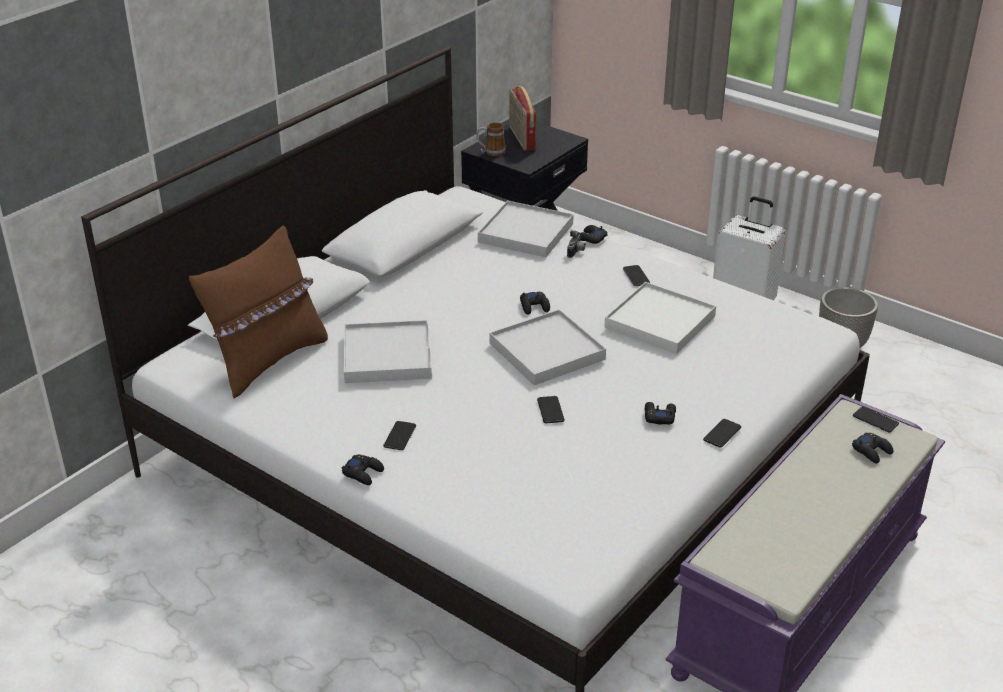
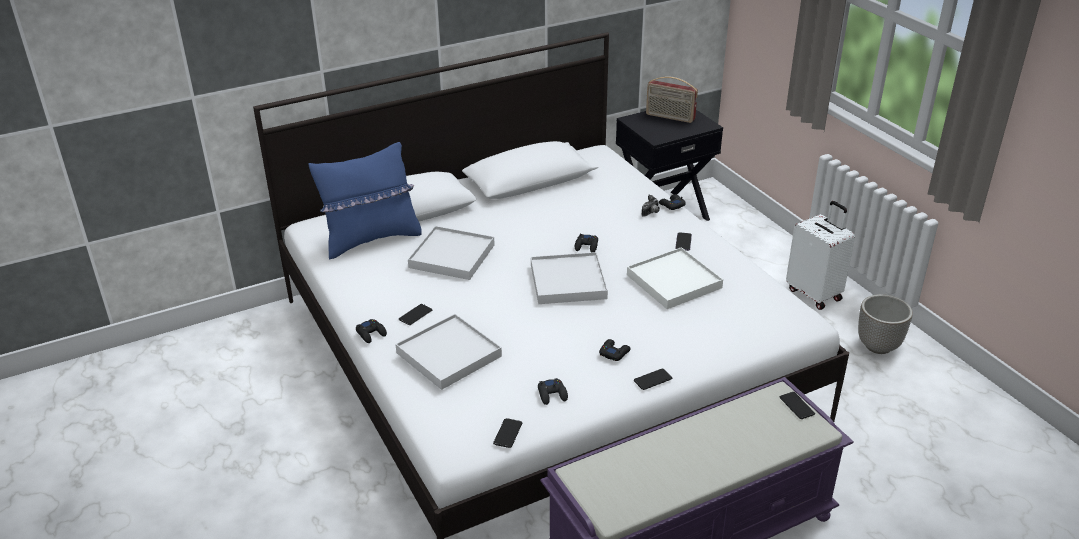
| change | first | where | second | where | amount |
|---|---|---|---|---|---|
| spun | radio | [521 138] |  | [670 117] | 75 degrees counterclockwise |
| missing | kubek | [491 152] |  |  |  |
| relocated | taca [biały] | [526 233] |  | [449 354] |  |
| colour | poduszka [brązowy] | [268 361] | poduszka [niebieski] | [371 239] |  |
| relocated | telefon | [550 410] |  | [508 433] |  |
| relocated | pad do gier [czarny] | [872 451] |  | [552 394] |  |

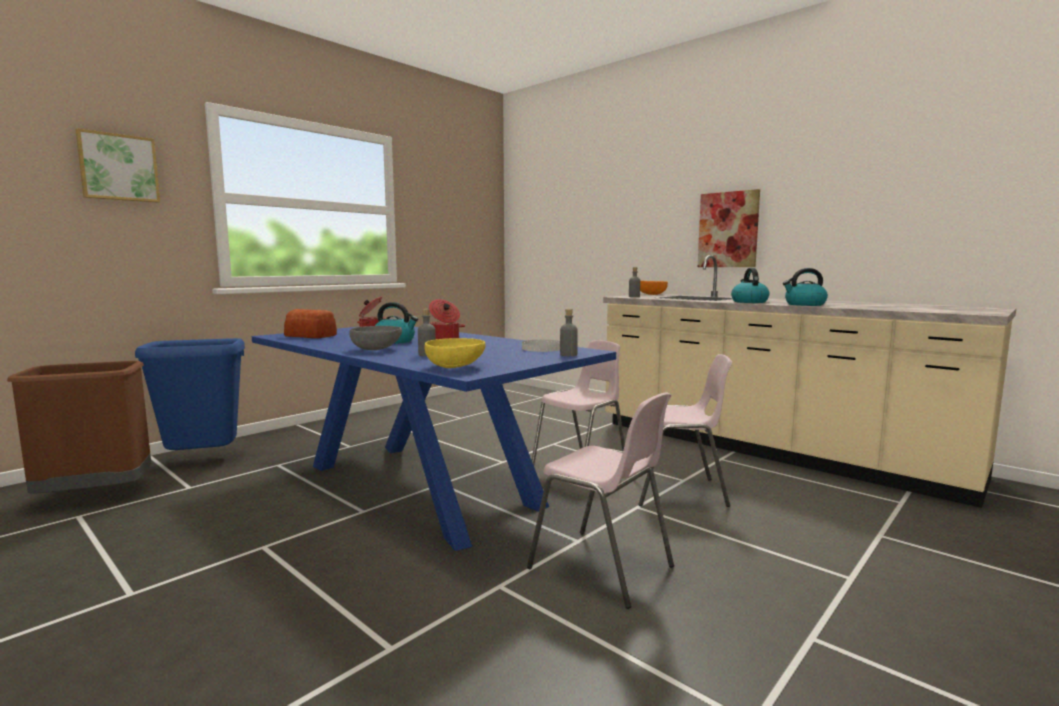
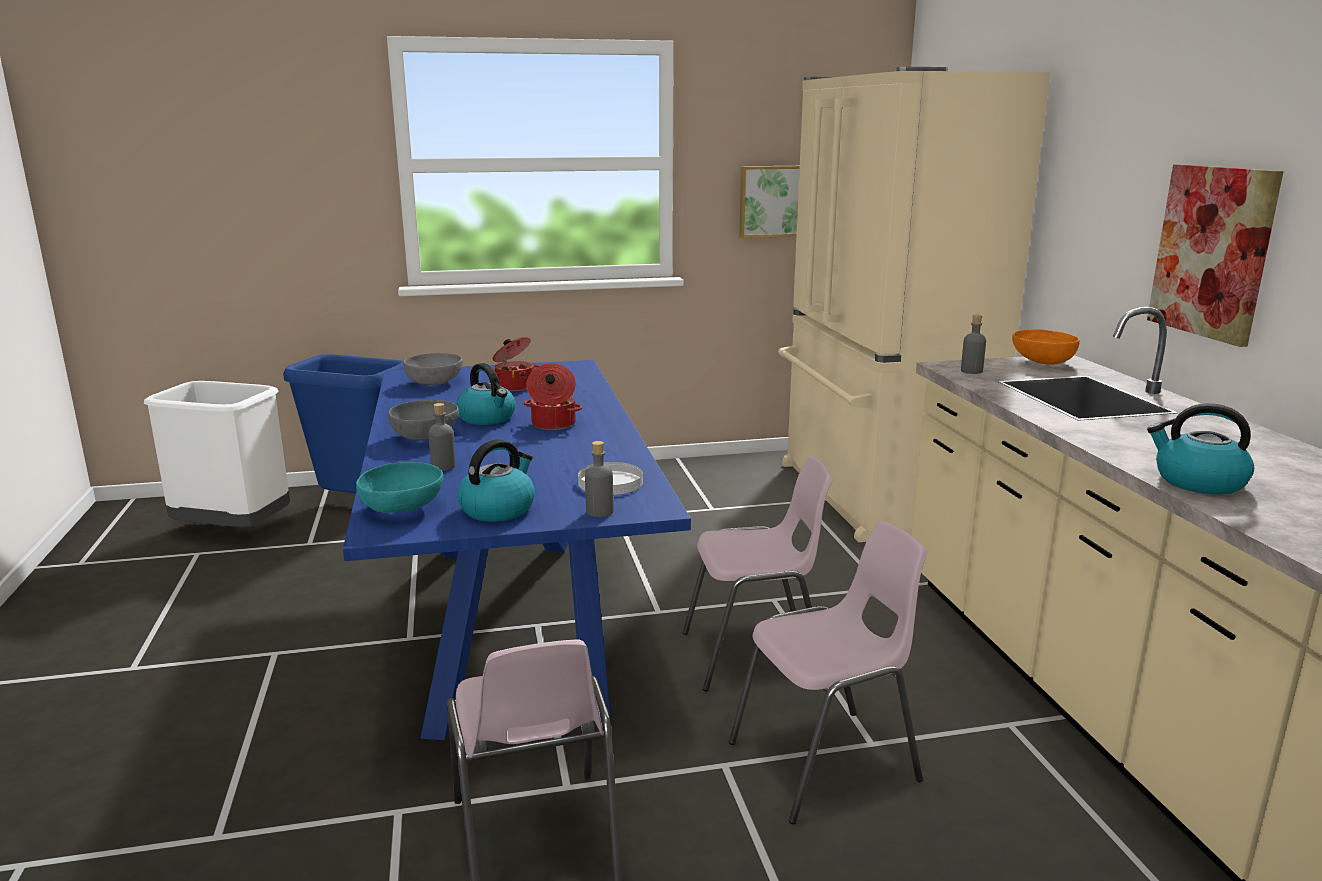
| change | first | where | second | where | amount |
|---|---|---|---|---|---|
| relocated | obraz | [118 167] |  | [773 201] |  |
| relocated | czajnik | [749 302] |  | [498 509] |  |
| exchanged | chleb | [310 336] | miska [szary] | [435 383] |  |
| colour | miska [żółty] | [456 367] | miska [turkusowy] | [403 509] |  |
| spun | krzesło [różowy] | [678 492] |  | [826 763] | 60 degrees counterclockwise |
| colour | kosz na śmieci [brązowy] | [96 496] | kosz na śmieci [biały] | [234 530] |  |
| appeared |  |  | lodówka [beżowy] | [873 496] |  |

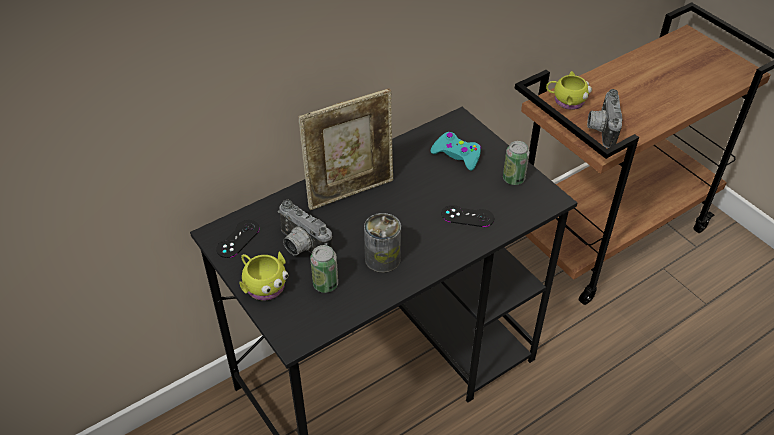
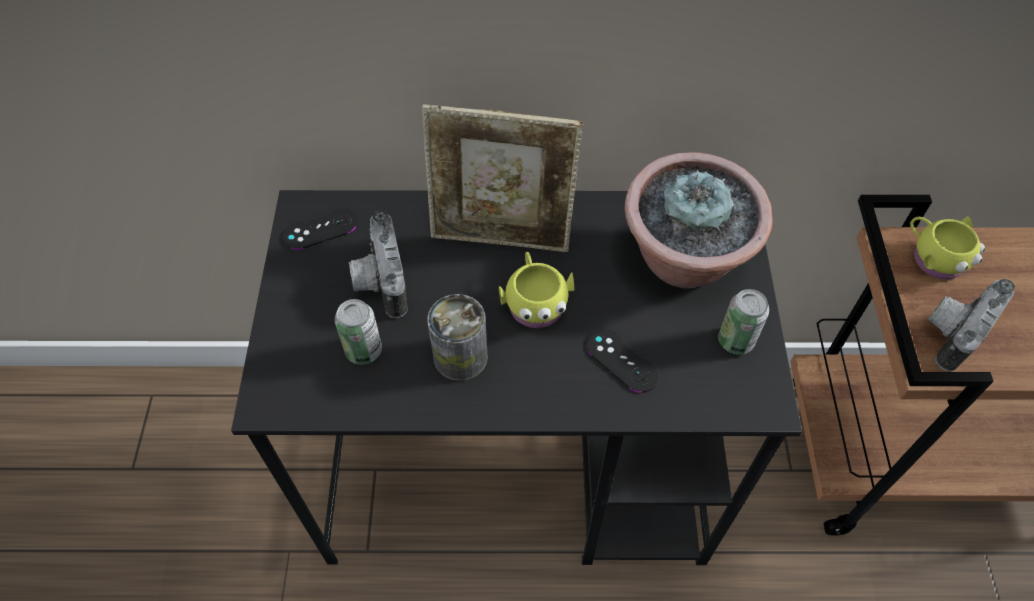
| change | first | where | second | where | amount |
|---|---|---|---|---|---|
| exchanged | pad do gier [turkusowy] | [457 155] | roślina doniczkowa | [684 261] |  |
| relocated | kubek [żółty] | [263 284] |  | [535 302] |  |

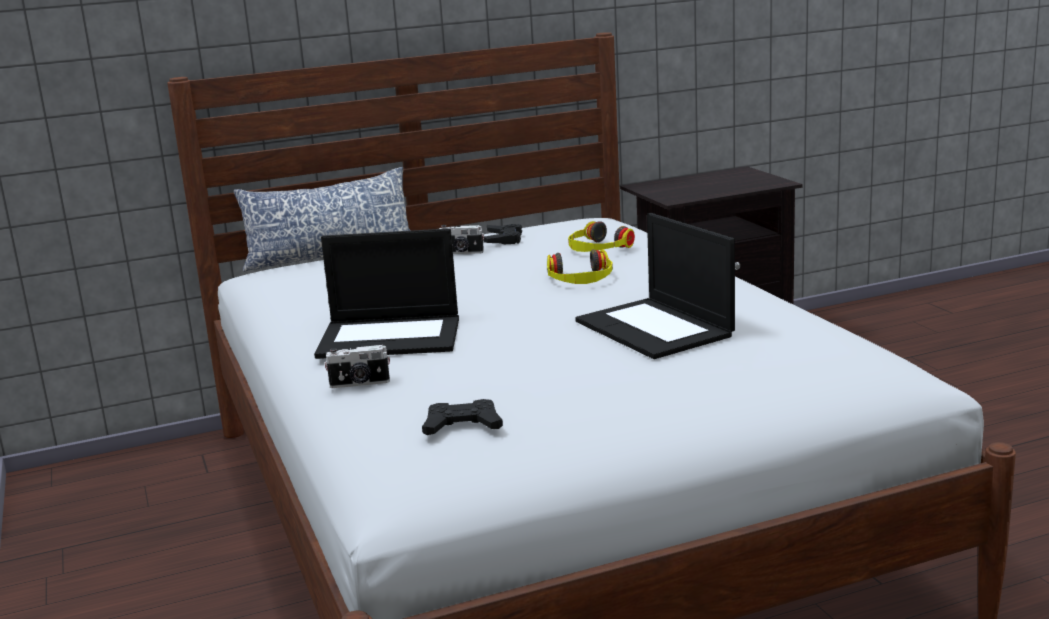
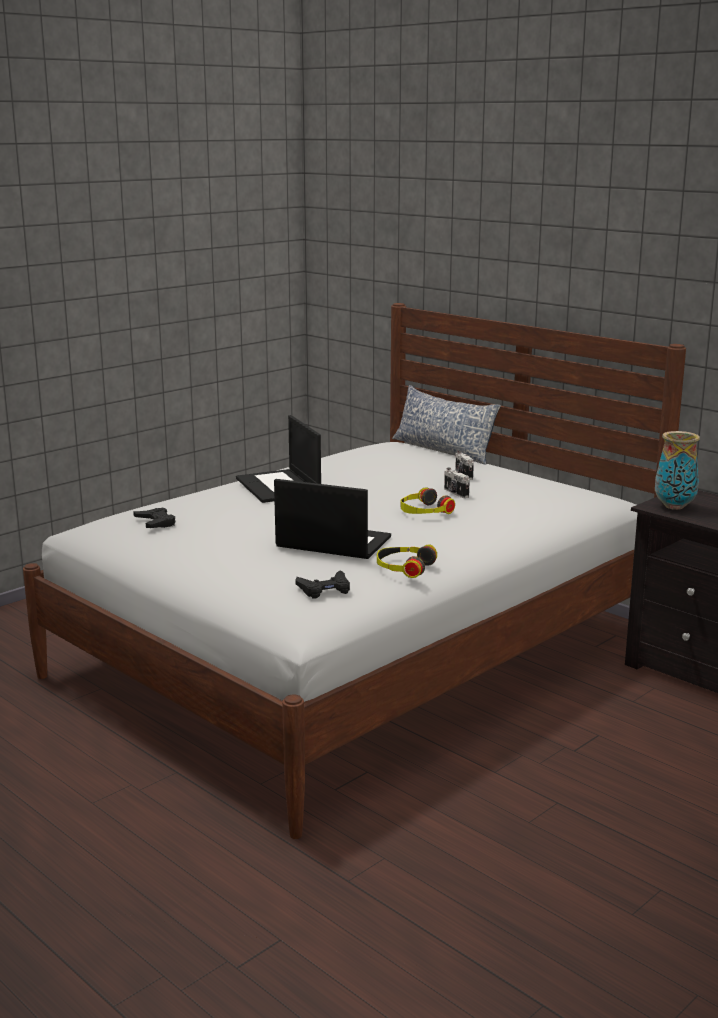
| change | first | where | second | where | amount |
|---|---|---|---|---|---|
| spun | laptop | [656 328] |  | [331 542] | 75 degrees clockwise |
| relocated | słuchawki | [598 249] |  | [404 567] |  |
| relocated | pad do gier [czarny] | [503 239] |  | [324 589] |  |
| relocated | aparat fotograficzny | [359 384] |  | [455 493] |  |
| appeared |  |  | wazon | [674 506] |  |

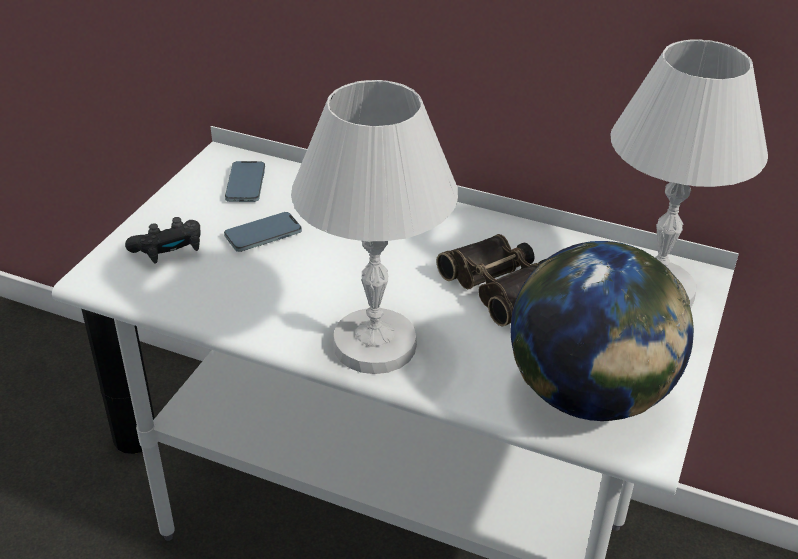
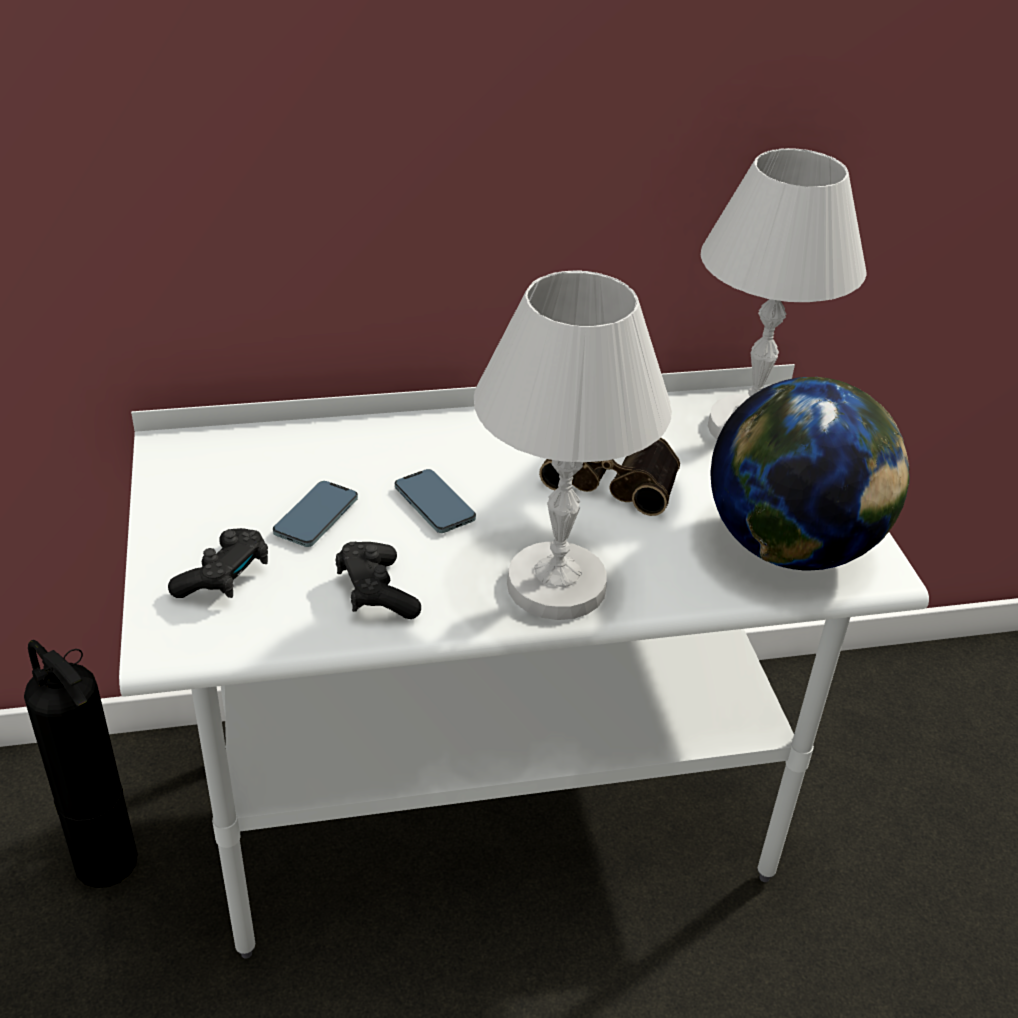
| change | first | where | second | where | amount |
|---|---|---|---|---|---|
| relocated | telefon | [245 185] |  | [434 505] |  |
| appeared |  |  | pad do gier [czarny] | [376 593] |  |

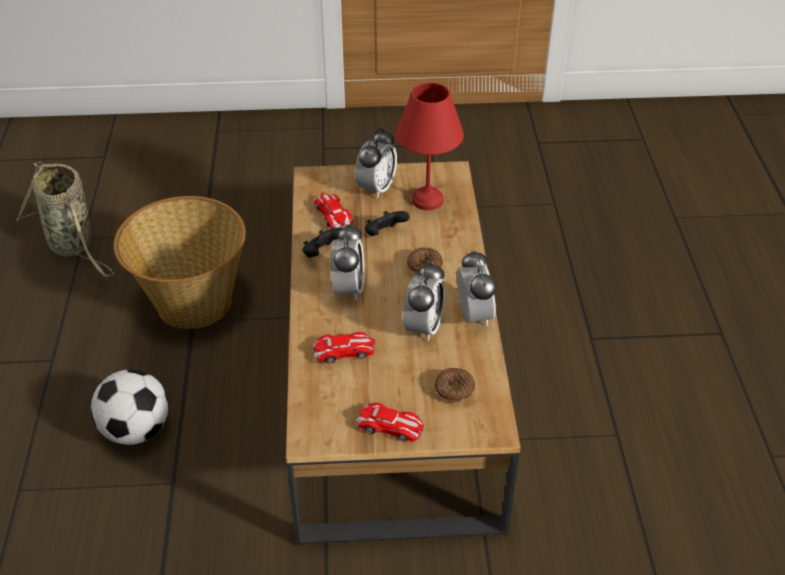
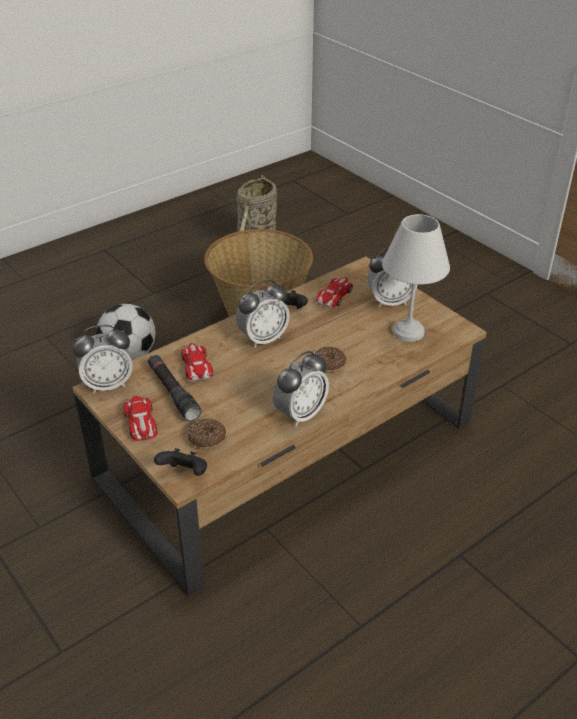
| change | first | where | second | where | amount |
|---|---|---|---|---|---|
| colour | lampa stołowa [czerwony] | [425 200] | lampa stołowa [biały] | [407 331] |  |
| relocated | pad do gier [czarny] | [384 234] |  | [185 474] |  |
| relocated | budzik | [423 327] |  | [108 384] |  |
| spun | samochodzik | [344 351] |  | [196 366] | 150 degrees counterclockwise |
| appeared |  |  | latarka [czarny] | [173 392] |  |

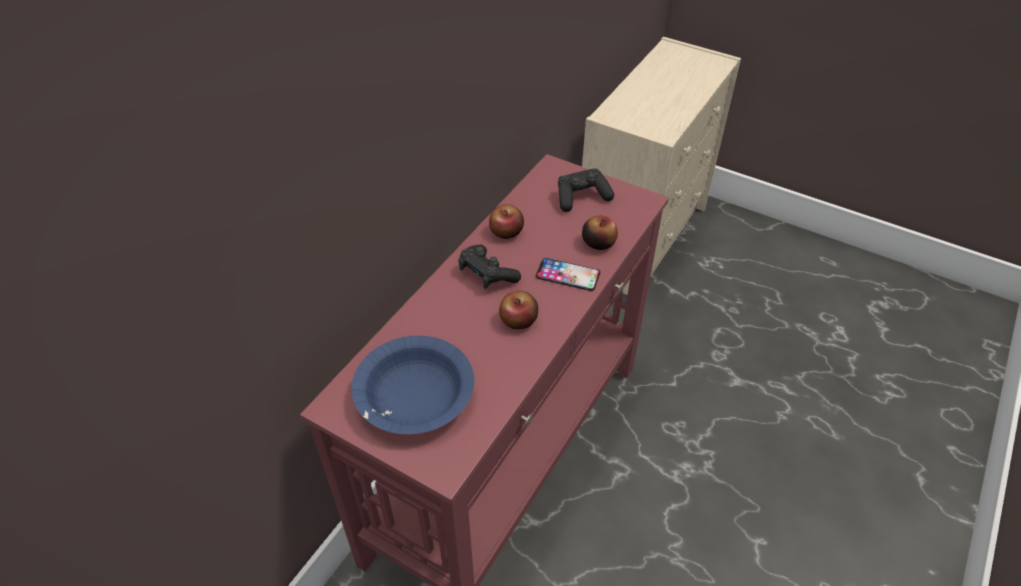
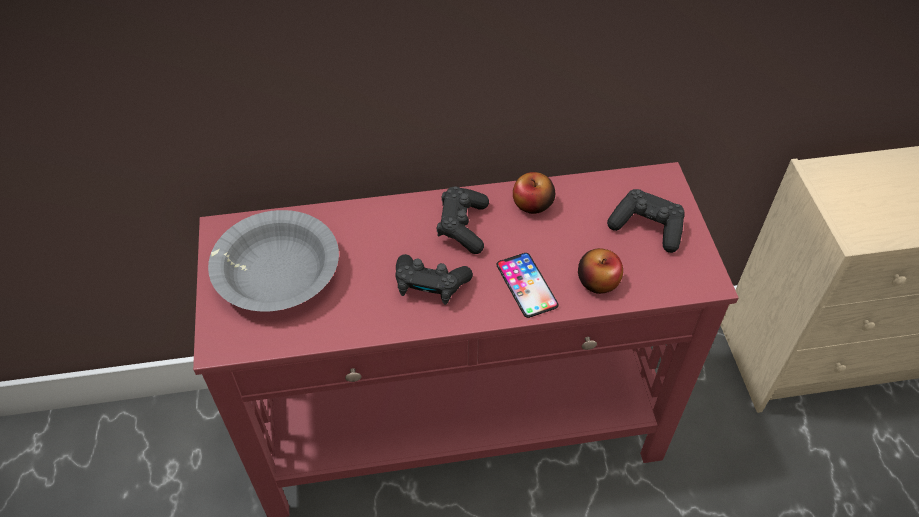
| change | first | where | second | where | amount |
|---|---|---|---|---|---|
| exchanged | jabłko | [518 320] | pad do gier [czarny] | [430 286] |  |
| colour | miska [niebieski] | [414 396] | miska [szary] | [277 273] |  |

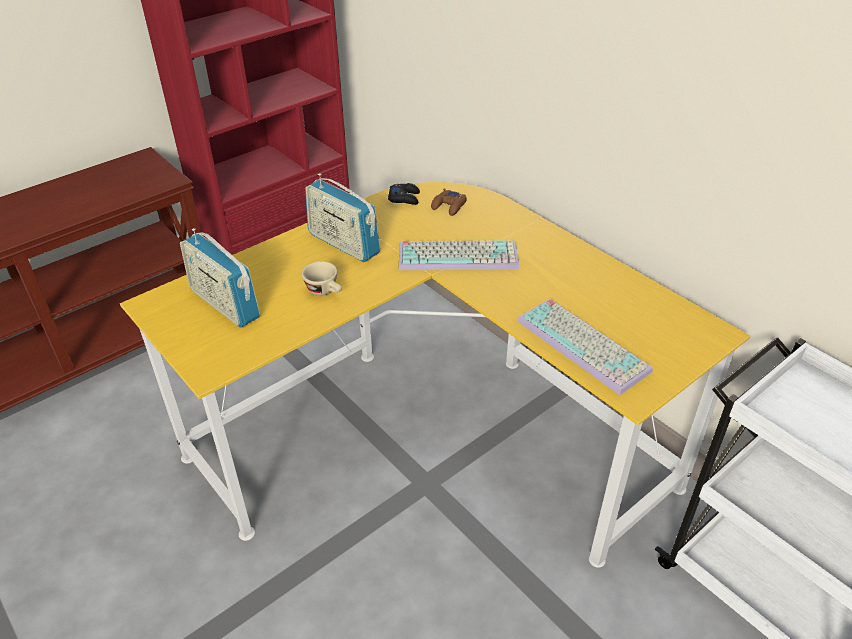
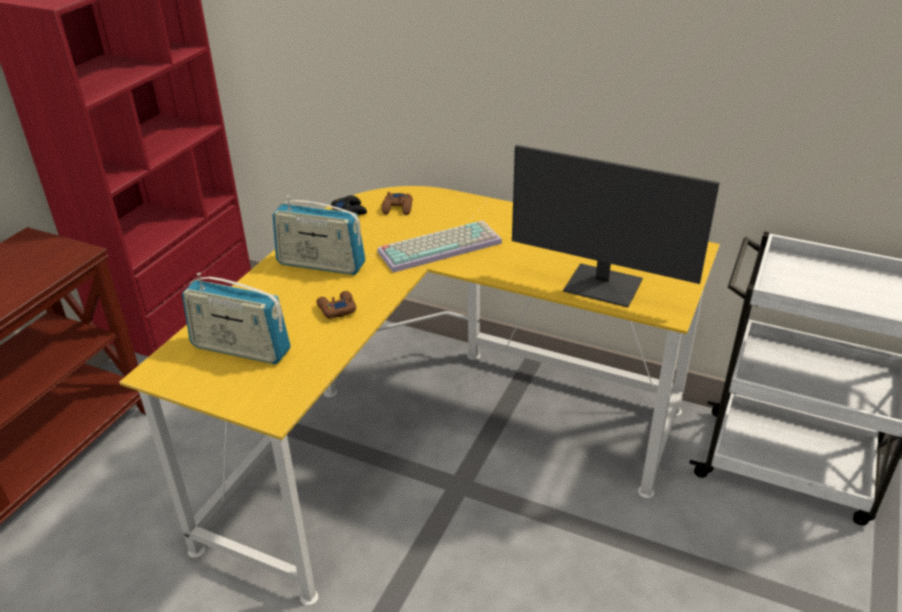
| change | first | where | second | where | amount |
|---|---|---|---|---|---|
| exchanged | filiżanka [beżowy] | [325 291] | pad do gier [brązowy] | [336 309] |  |
| exchanged | klawiatura | [585 345] | monitor | [602 286] |  |

